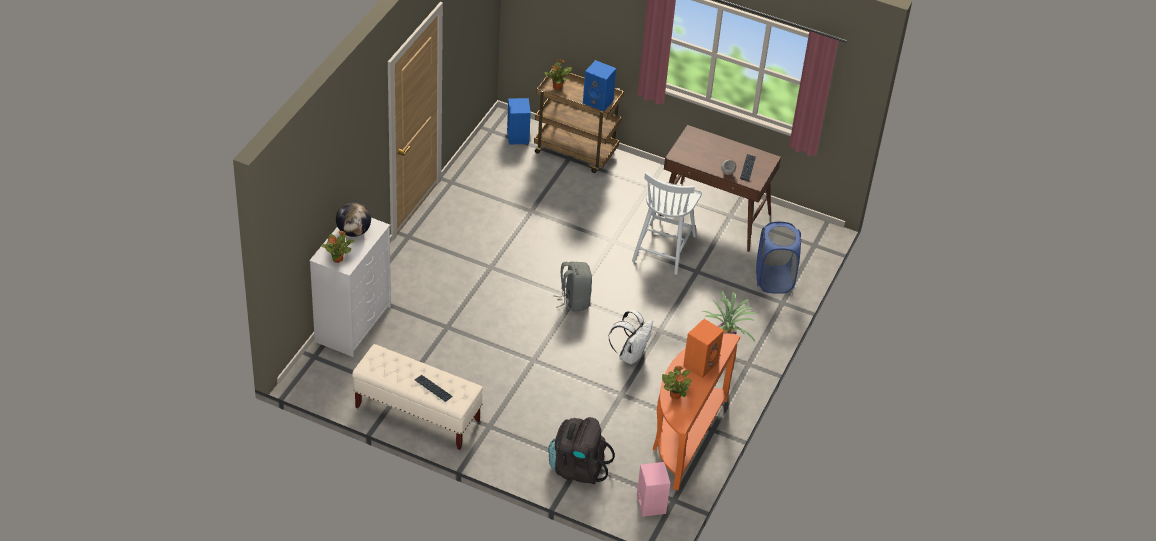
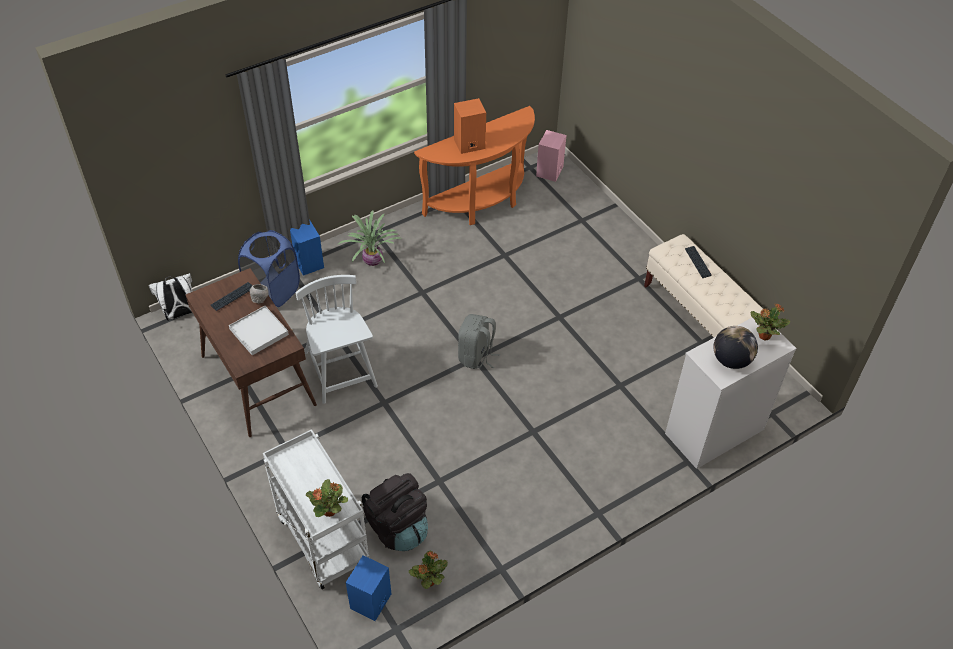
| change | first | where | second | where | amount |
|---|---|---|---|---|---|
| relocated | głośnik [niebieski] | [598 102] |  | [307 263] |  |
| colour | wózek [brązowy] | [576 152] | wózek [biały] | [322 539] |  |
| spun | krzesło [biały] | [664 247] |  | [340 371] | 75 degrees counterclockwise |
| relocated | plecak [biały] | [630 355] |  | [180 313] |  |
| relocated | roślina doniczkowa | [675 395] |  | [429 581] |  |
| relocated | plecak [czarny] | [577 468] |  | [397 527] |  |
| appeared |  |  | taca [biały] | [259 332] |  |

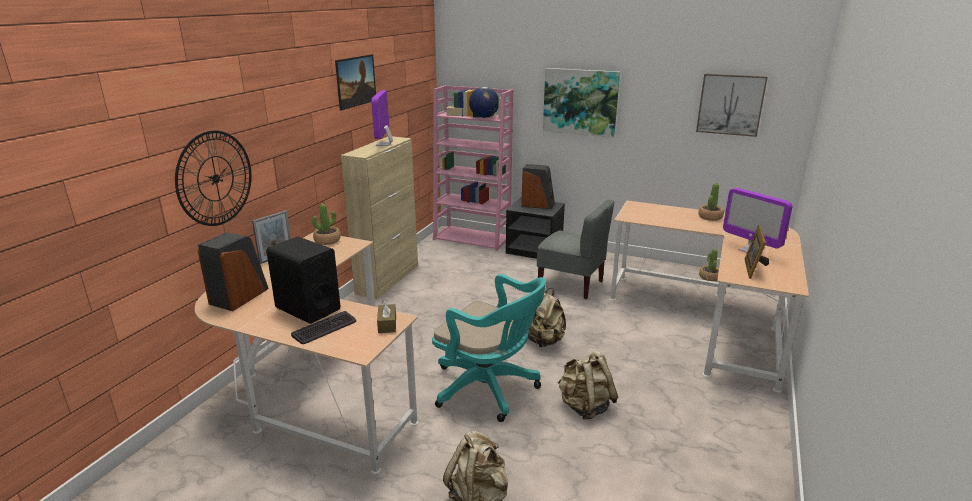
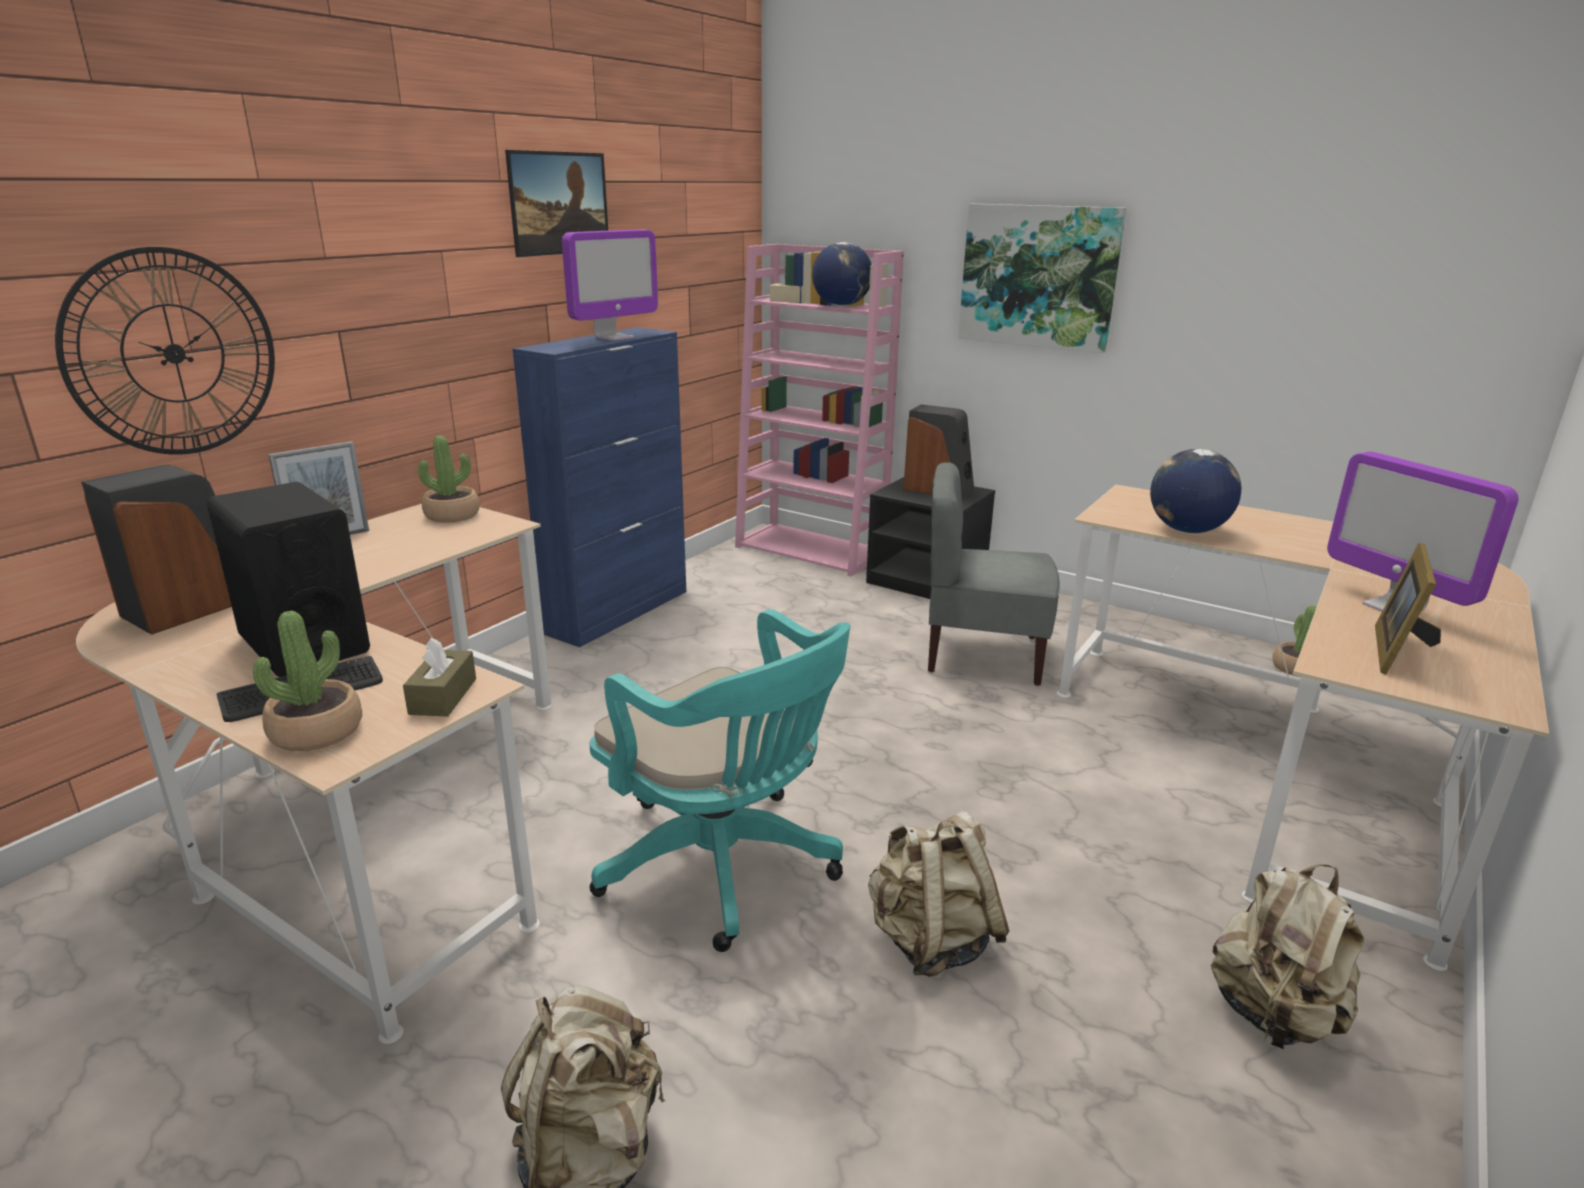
| change | first | where | second | where | amount |
|---|---|---|---|---|---|
| missing | obraz | [730 104] |  |  |  |
| spun | monitor | [384 144] |  | [614 337] | 150 degrees counterclockwise |
| colour | szafka [beżowy] | [388 279] | szafka [niebieski] | [619 611] |  |
| relocated | roślina doniczkowa | [710 217] |  | [316 731] |  |
| spun | krzesło [szary] | [571 284] |  | [982 656] | 150 degrees clockwise |
| relocated | plecak [beżowy] | [543 341] |  | [1273 1014] |  |
| appeared |  |  | globus | [1187 530] |  |

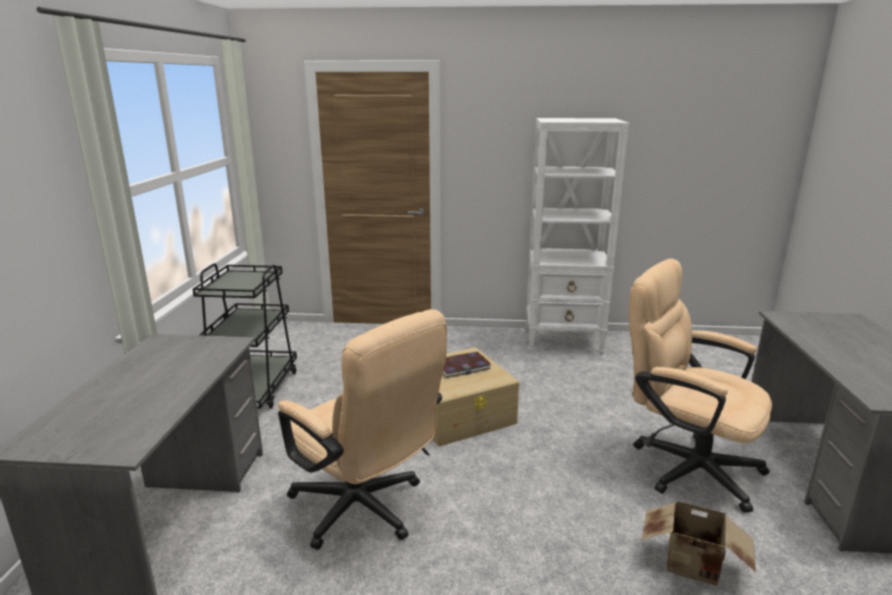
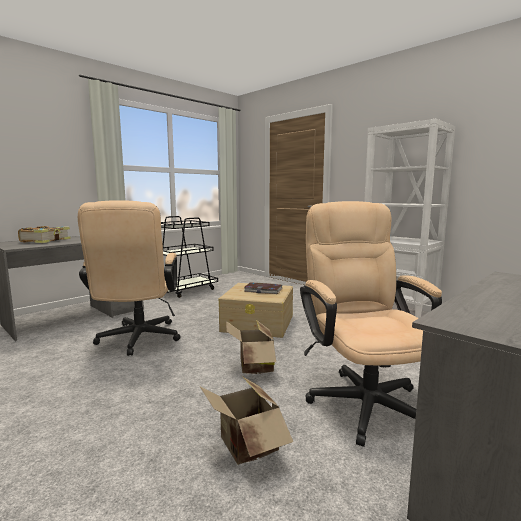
| change | first | where | second | where | amount |
|---|---|---|---|---|---|
| appeared |  |  | książka | [46 241] |  |
| appeared |  |  | karton | [253 367] |  |

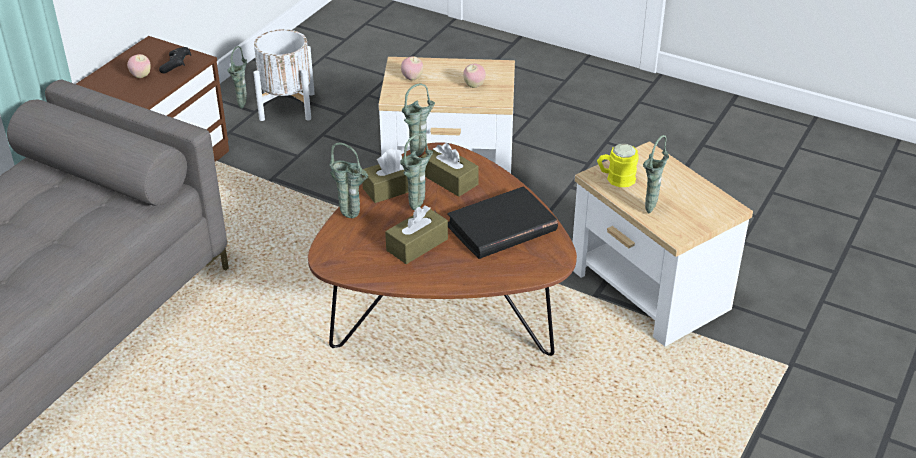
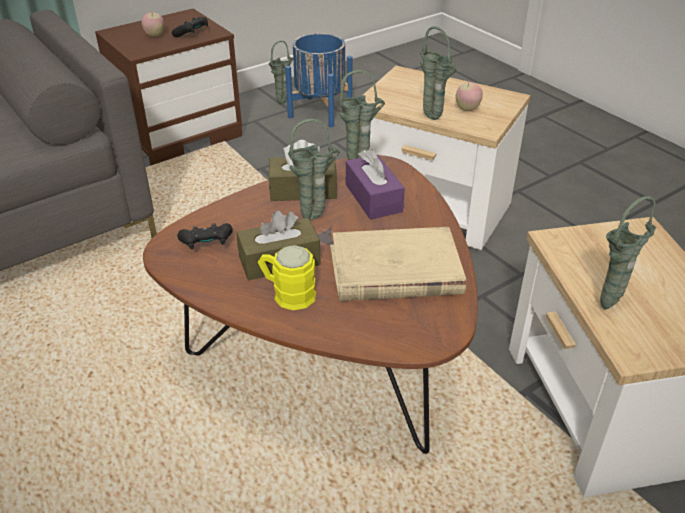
| change | first | where | second | where | amount |
|---|---|---|---|---|---|
| colour | donica [biały] | [286 106] | donica [niebieski] | [319 111] |  |
| missing | jabłko | [412 78] |  |  |  |
| relocated | wazon [zielony] | [352 217] |  | [434 119] |  |
| colour | pudełko chusteczek [brązowy] | [449 179] | pudełko chusteczek [fioletowy] | [373 198] |  |
| relocated | kubek [żółty] | [615 179] |  | [287 293] |  |
| colour | książka [czarny] | [501 228] | książka [beżowy] | [394 270] |  |
| appeared |  |  | pad do gier [czarny] | [207 244] |  |

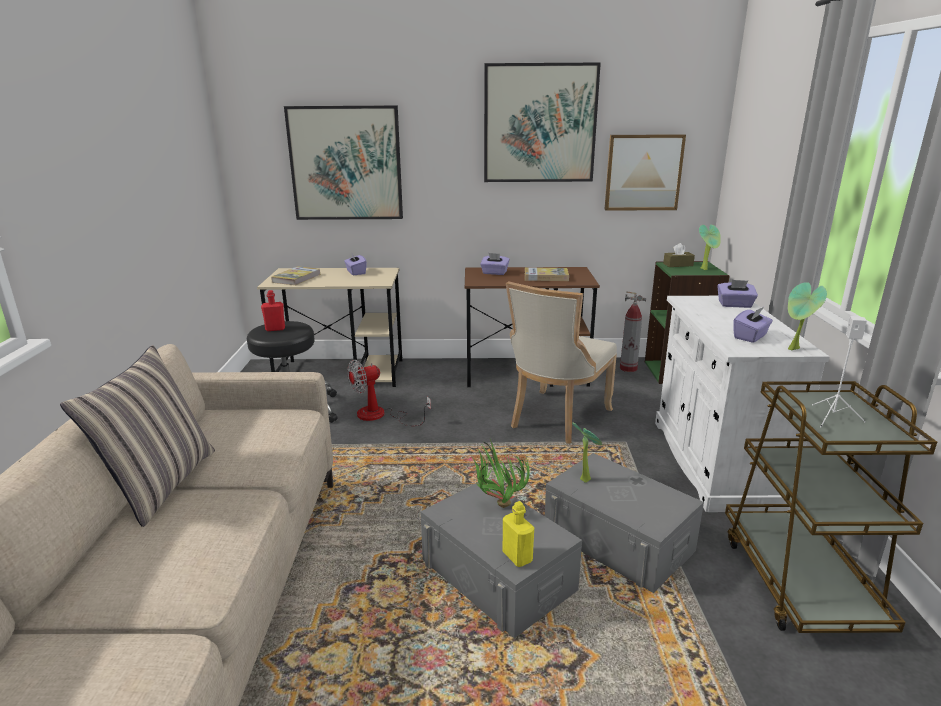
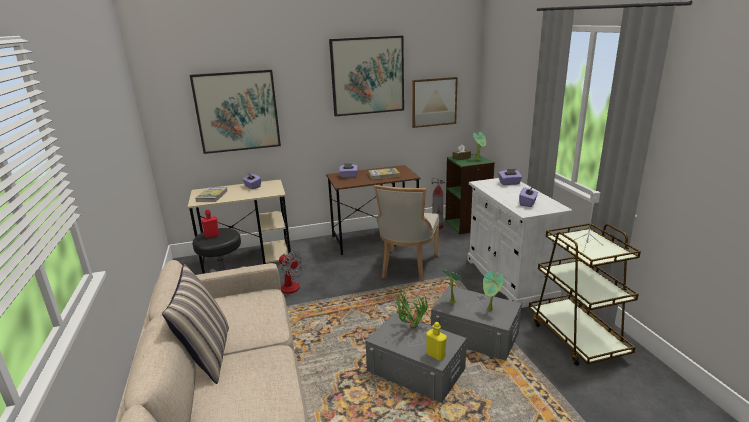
| change | first | where | second | where | amount |
|---|---|---|---|---|---|
| relocated | roślina doniczkowa | [794 350] |  | [490 311] |  |
| spun | wentylator | [380 416] |  | [292 284] | 90 degrees counterclockwise |

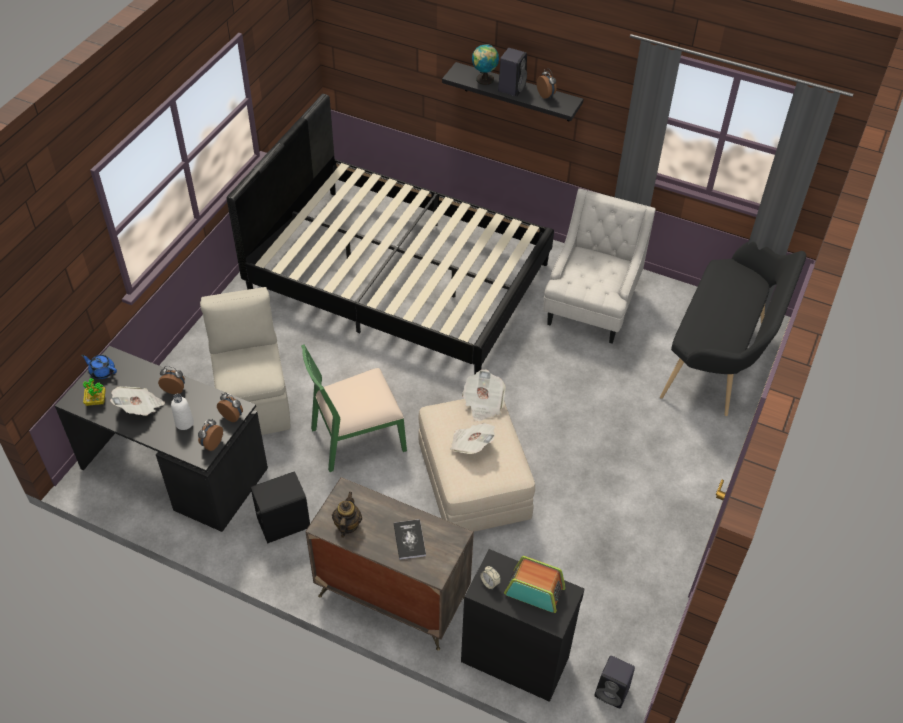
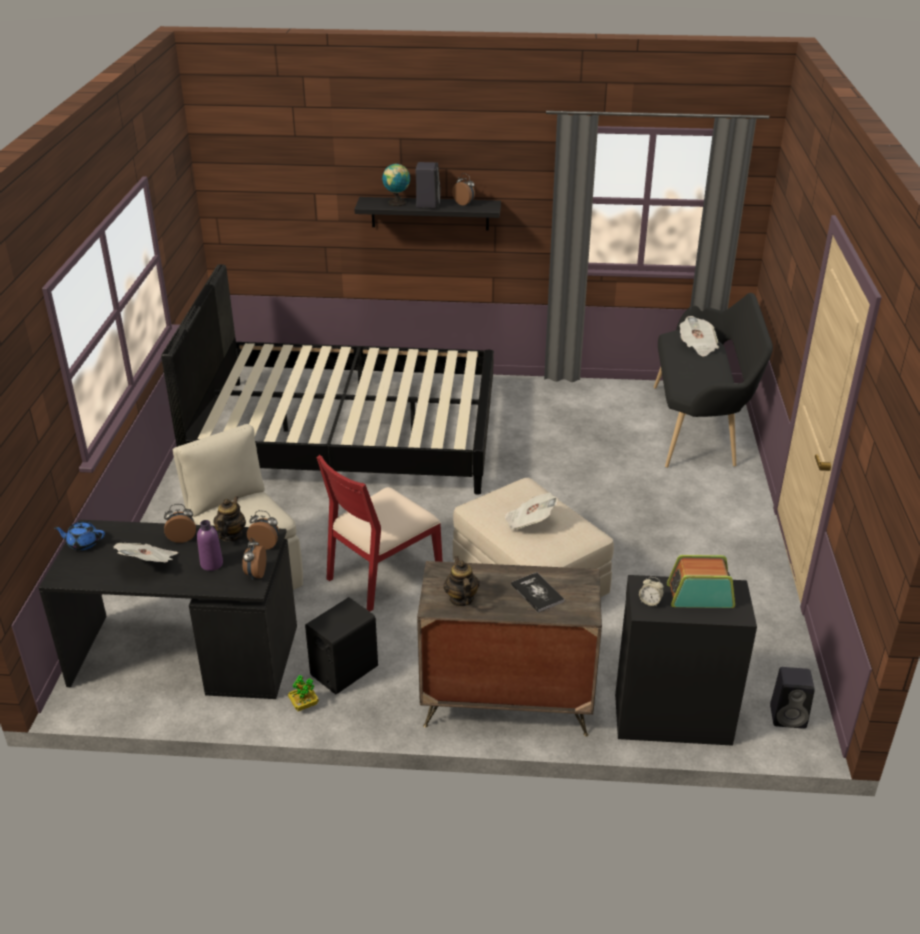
| change | first | where | second | where | amount |
|---|---|---|---|---|---|
| missing | fotel [biały] | [591 307] |  |  |  |
| colour | krzesło [zielony] | [357 438] | krzesło [czerwony] | [382 574] |  |
| relocated | gazeta | [483 403] |  | [697 346] |  |
| relocated | roślina doniczkowa | [96 400] |  | [304 704] |  |
| colour | butelka [biały] | [184 423] | butelka [fioletowy] | [211 564] |  |
| appeared |  |  | imbryk | [231 535] |  |

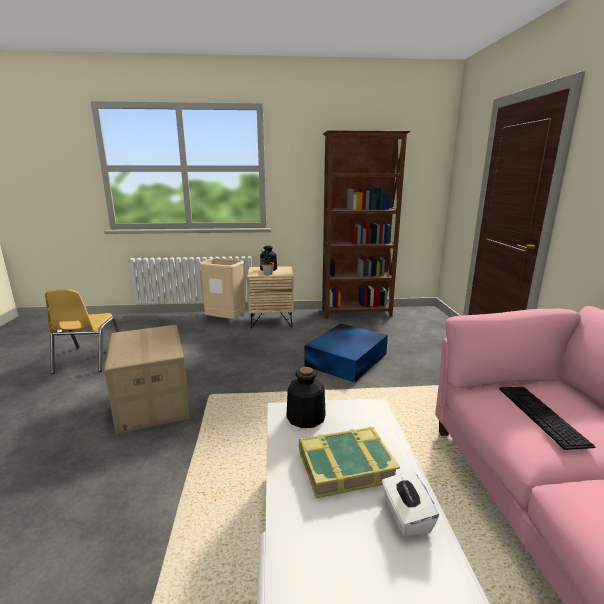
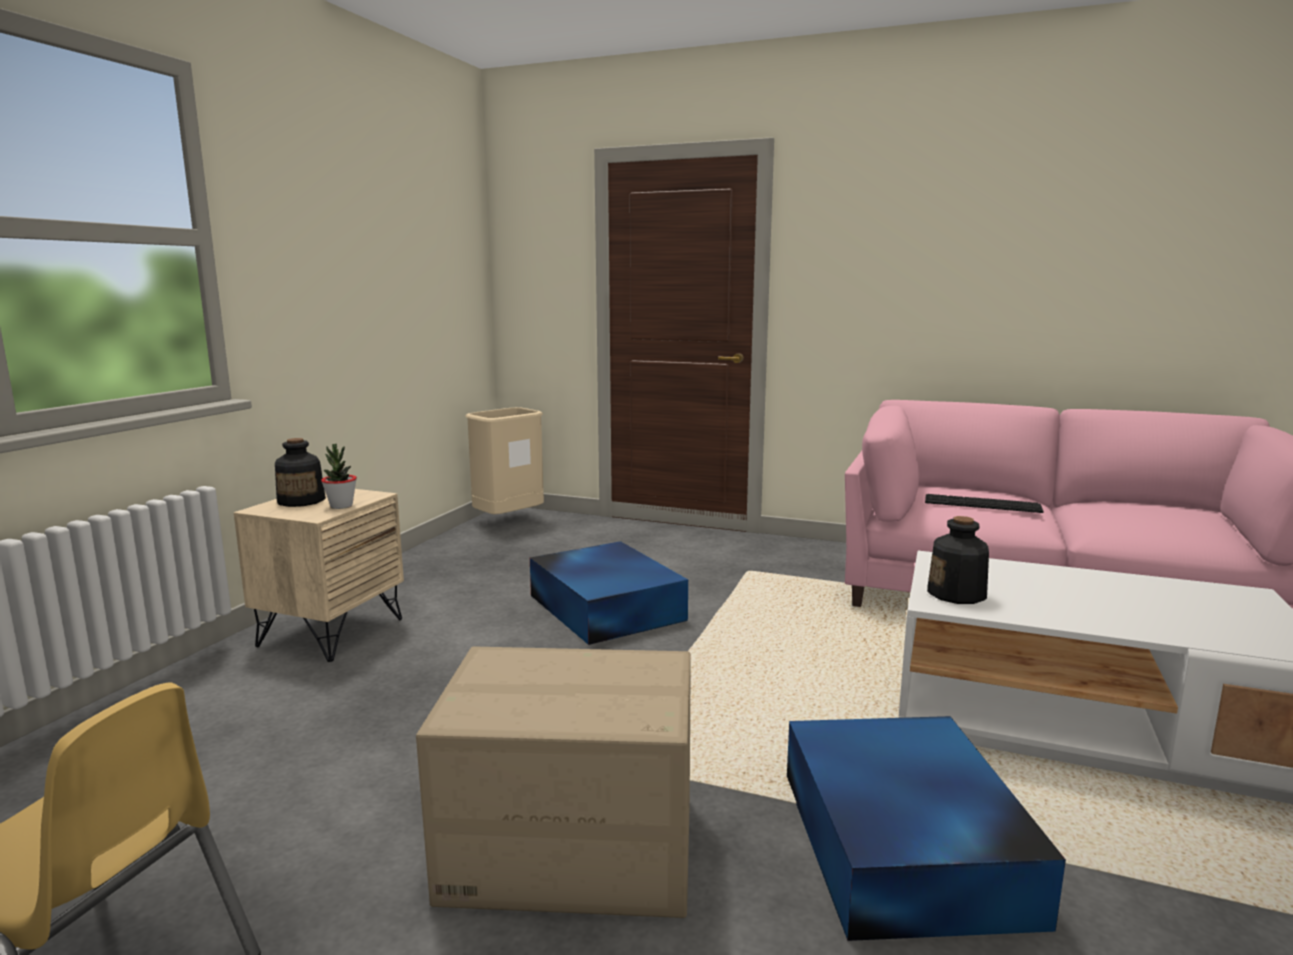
| change | first | where | second | where | amount |
|---|---|---|---|---|---|
| missing | regał [brązowy] | [357 313] |  |  |  |
| relocated | kosz na śmieci [beżowy] | [226 321] |  | [508 520] |  |
| missing | książka | [345 465] |  |  |  |
| missing | pudełko chusteczek [biały] | [406 516] |  |  |  |
| appeared |  |  | pojemnik do przechowywania [niebieski] | [903 847] |  |

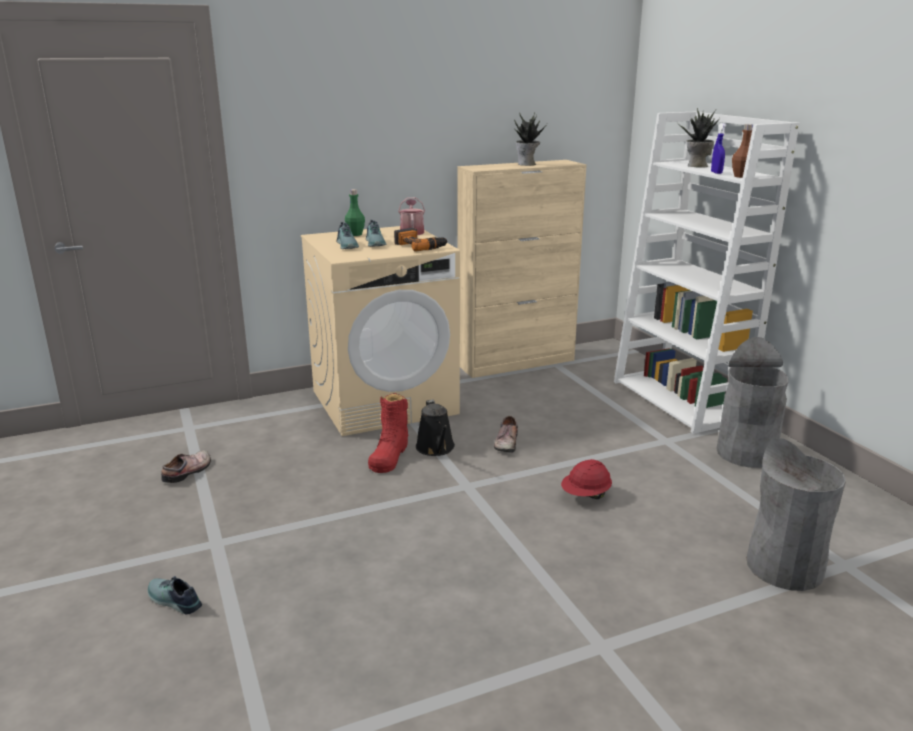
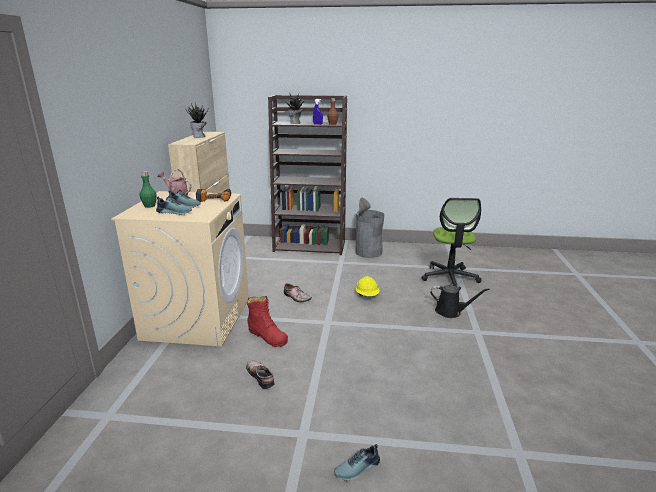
| change | first | where | second | where | amount |
|---|---|---|---|---|---|
| colour | regał [biały] | [680 400] | regał [brązowy] | [310 246] |  |
| relocated | konewka [czarny] | [436 448] |  | [450 312] |  |
| exchanged | kosz na śmieci [szary] | [784 567] | krzesło biurowe | [450 278] |  |
| relocated | but | [189 472] |  | [261 376] |  |
| colour | kask [czerwony] | [585 495] | kask [żółty] | [367 295] |  |

